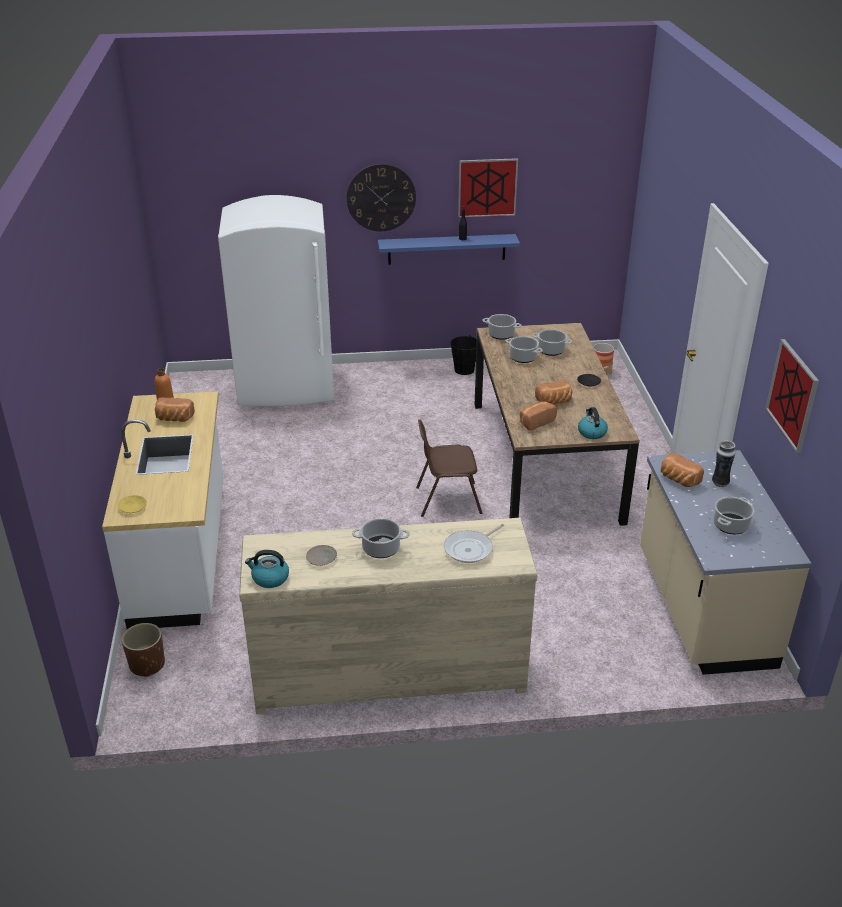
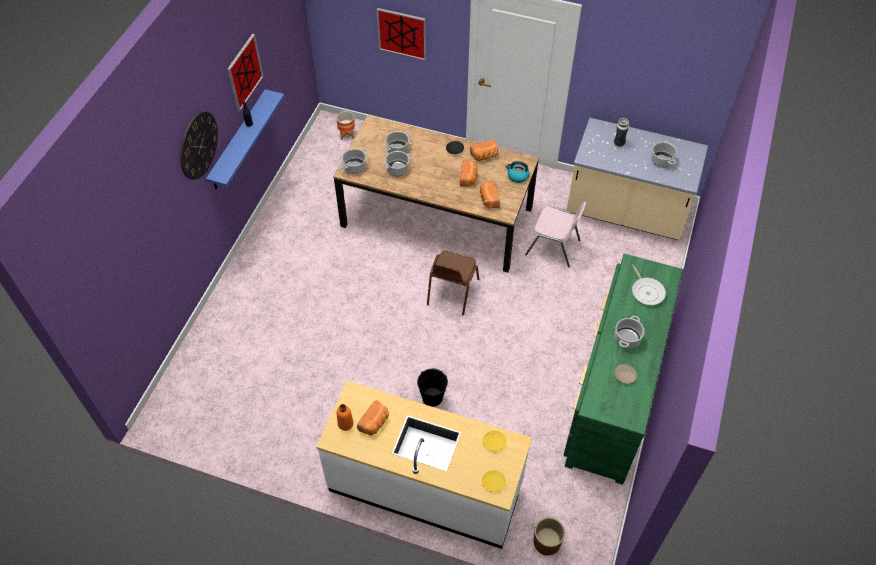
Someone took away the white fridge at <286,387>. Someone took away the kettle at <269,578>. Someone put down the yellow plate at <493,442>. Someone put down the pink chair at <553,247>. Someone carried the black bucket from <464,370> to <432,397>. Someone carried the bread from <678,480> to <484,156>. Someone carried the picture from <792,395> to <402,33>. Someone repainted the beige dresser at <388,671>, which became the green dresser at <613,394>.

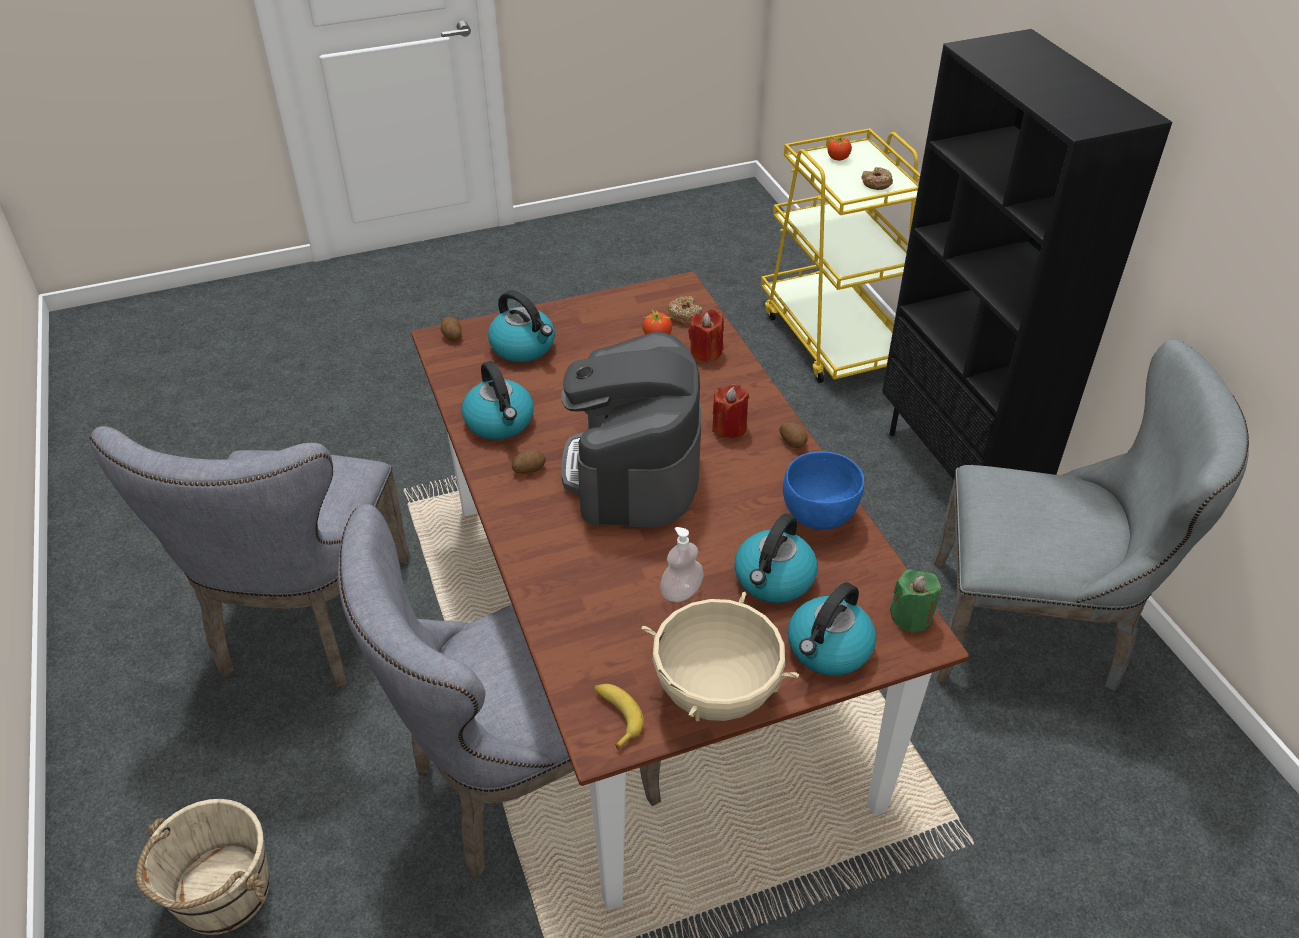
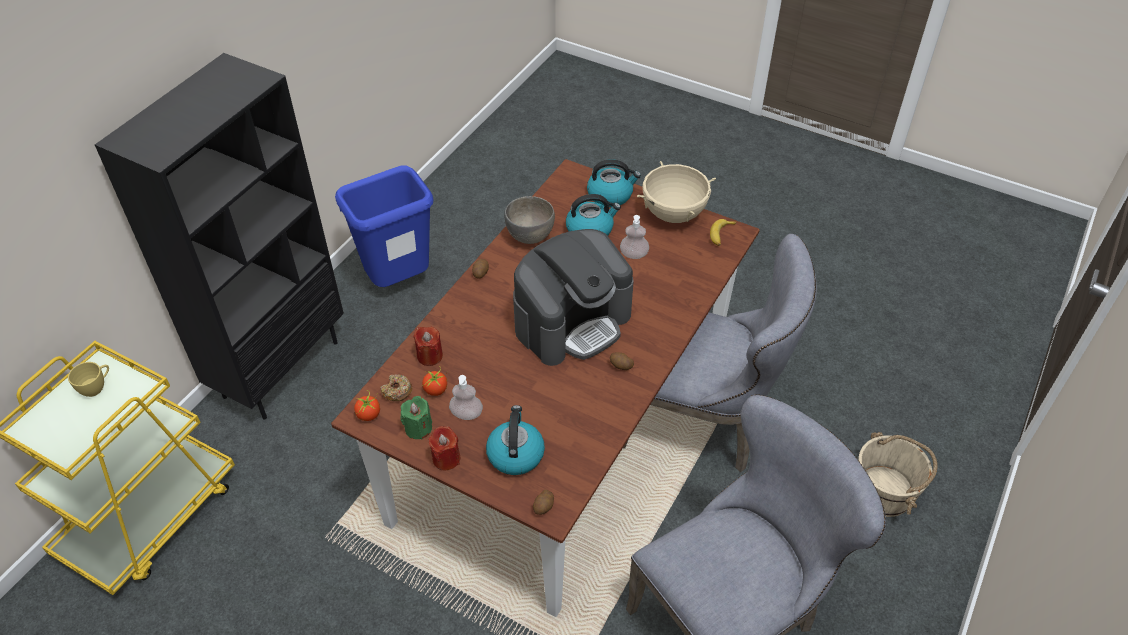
Someone took away the kettle at <500,422>. Someone put down the soap dispenser at <466,414>. Someone carried the red candle from <729,427> to <446,458>. Someone carried the tomato from <838,158> to <369,415>. Someone carried the green candle from <911,616> to <418,428>. Someone swapped the donut at <876,183> for the yellow cup at <97,387>. Someone swapped the grey chair at <1037,629> for the blue trash can at <400,282>. Someone repainted the blue bowl at <818,516>, which became the grey bowl at <530,236>.

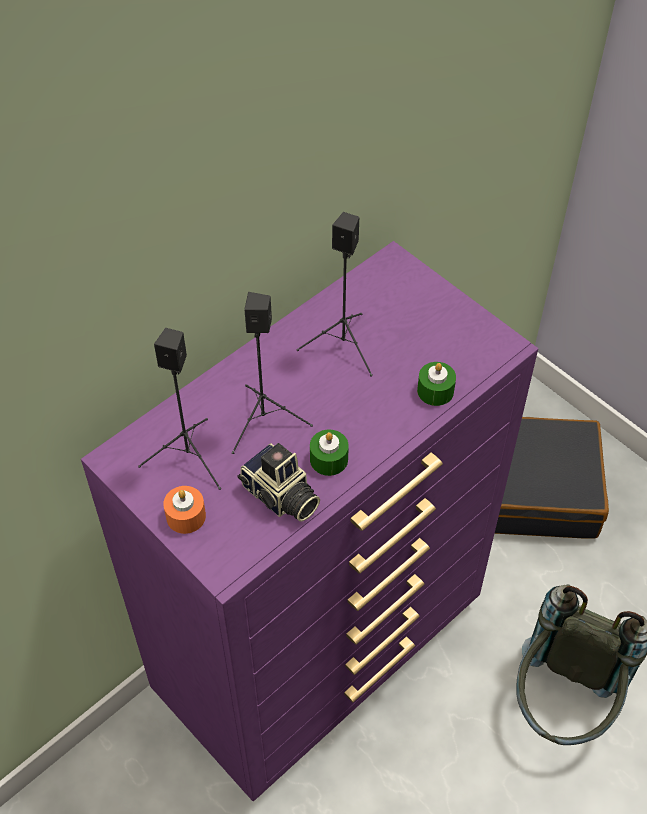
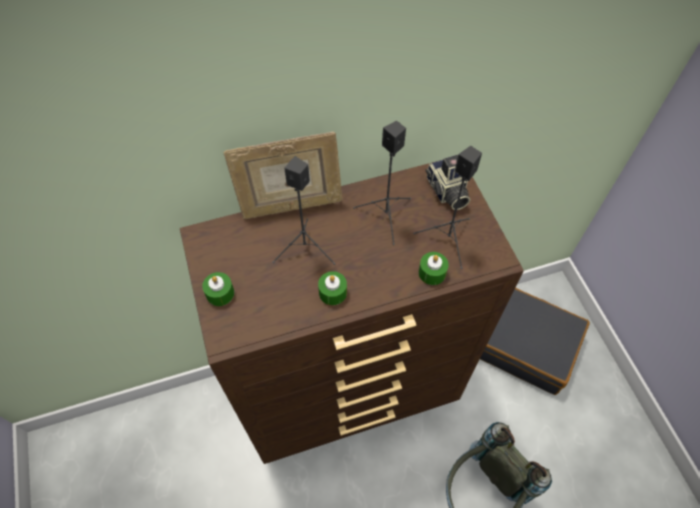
Someone put down the picture frame at <291,206>. Someone carried the black speaker from <189,458> to <448,240>. Someone carried the photo camera from <280,497> to <446,192>. Someone repainted the purple dresser at <323,650>, which became the brown dresser at <350,390>. Someone repainted the orange candle at <186,516>, which became the green candle at <220,293>.

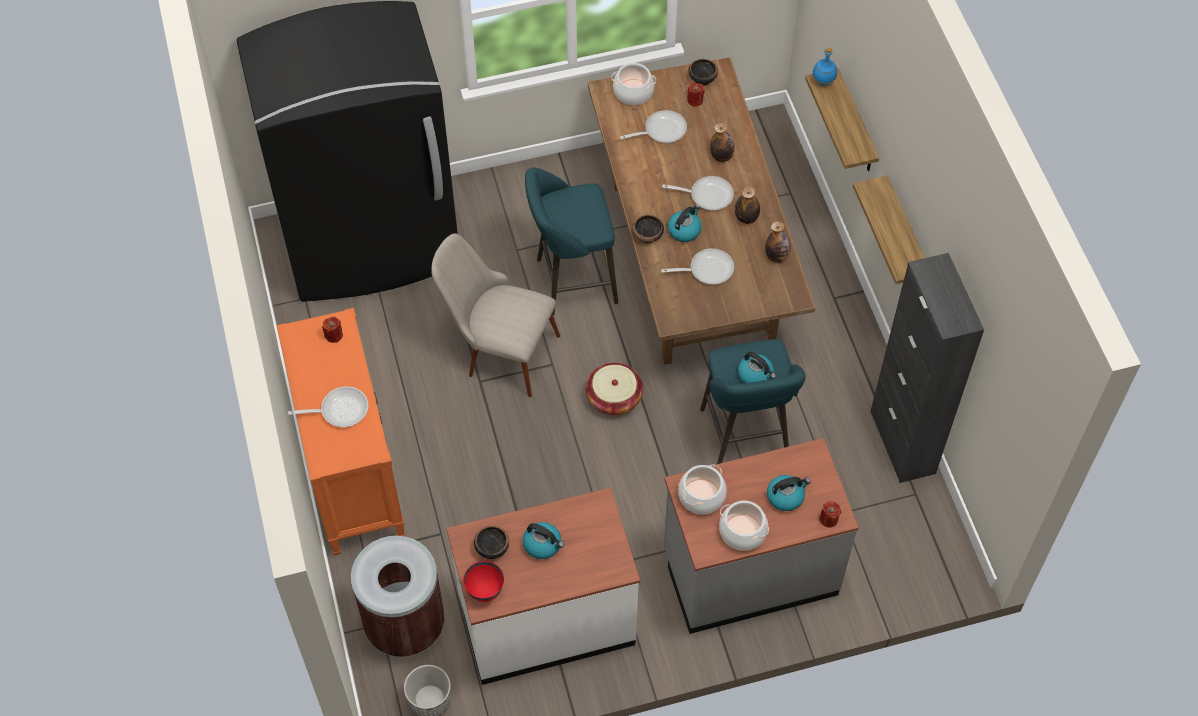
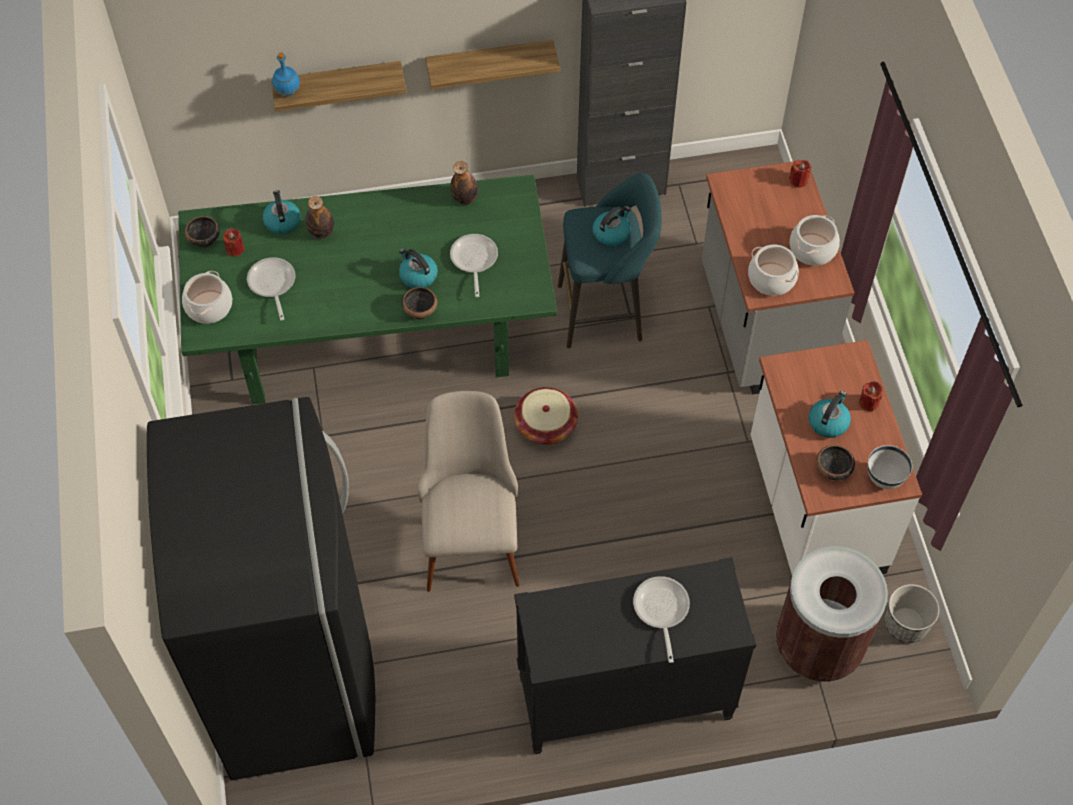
Someone took away the turquoise stool at <571,282>. Someone took away the frying pan at <707,195>. Someone took away the bottle at <746,218>. Someone carried the red candle from <334,335> to <868,403>. Someone carried the kettle from <785,496> to <282,221>. Someone repainted the orange dresser at <352,473>, which became the black dresser at <623,699>. Someone repainted the red bowl at <485,590>, which became the white bowl at <884,479>. Someone repainted the brown dining table at <690,259>, which became the green dining table at <374,338>. Someone rotated the beige chair at <499,350> by 150 degrees clockwise.

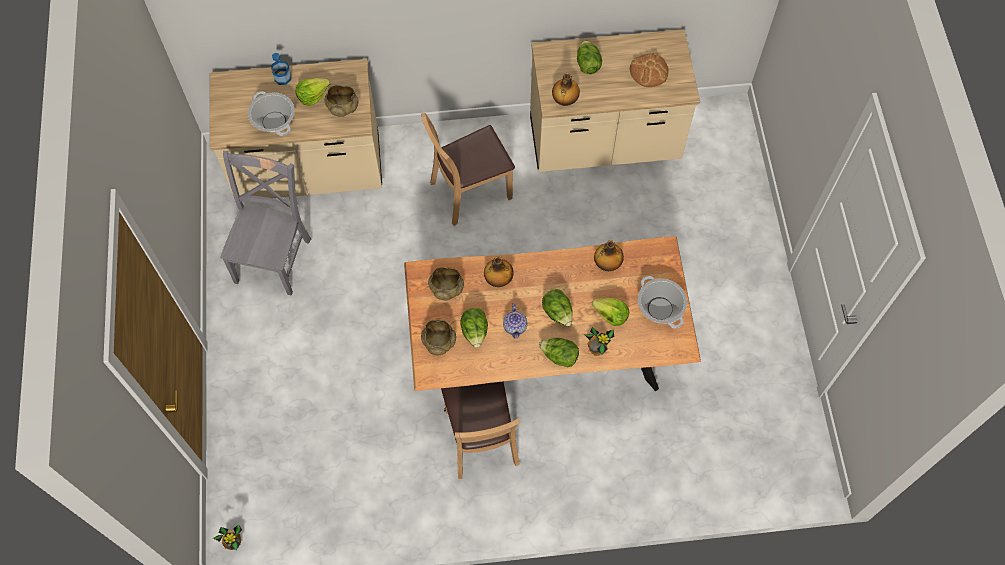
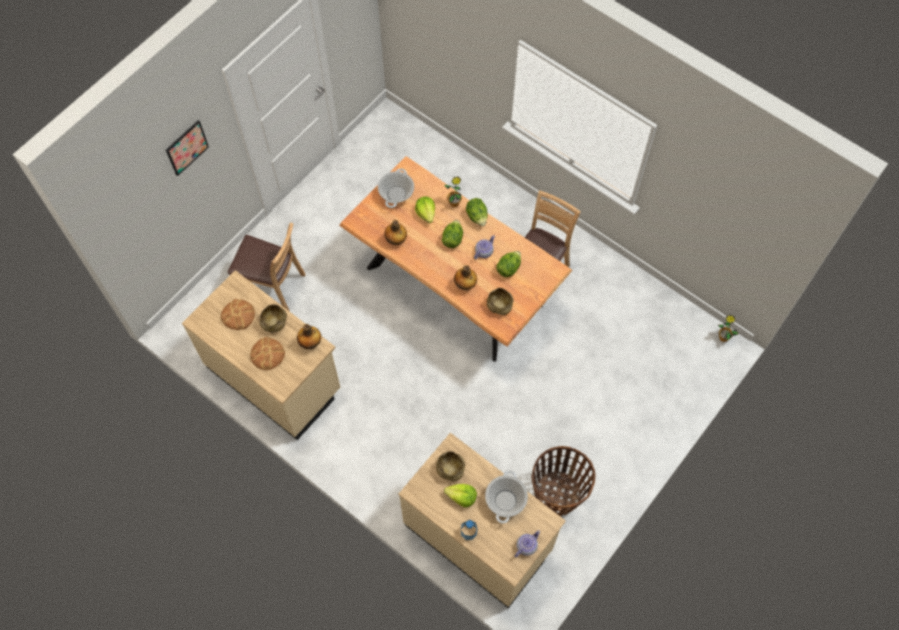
Someone put up the picture at <187,147>. Someone put down the teapot at <526,546>. Someone carried the brown chair from <470,192> to <272,286>. Someone carried the beige bowl from <439,342> to <274,322>. Someone swapped the grey chair at <274,257> for the basket at <557,493>. Someone swapped the lettuce at <587,64> for the bread at <267,354>.

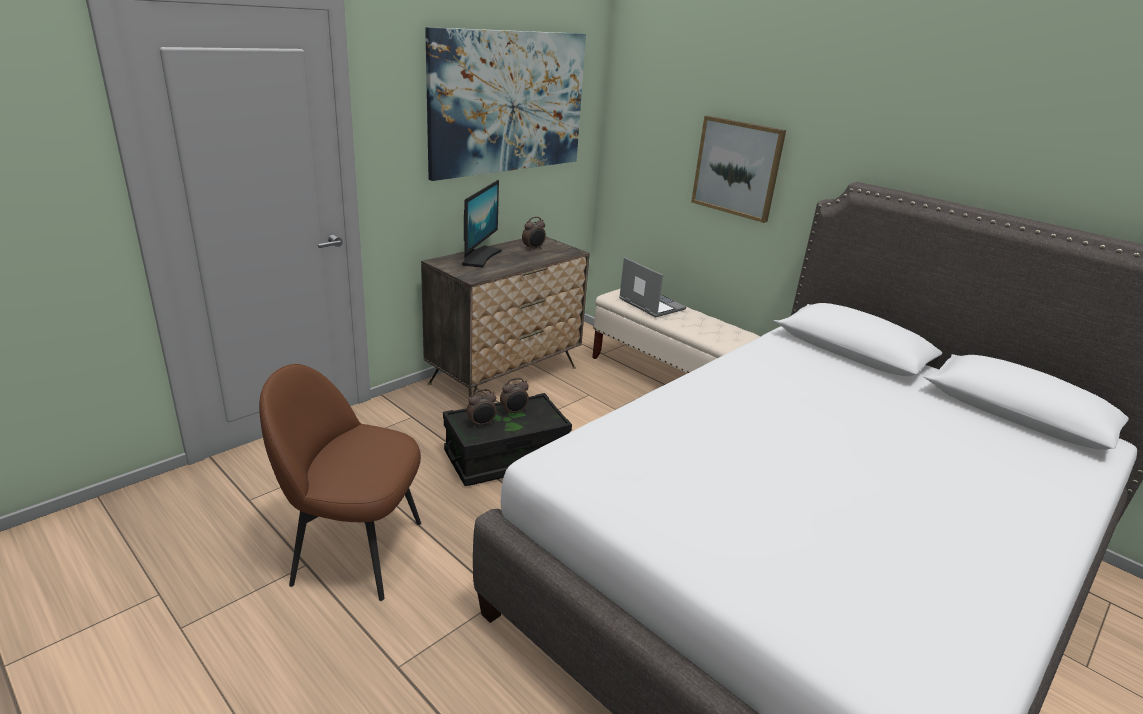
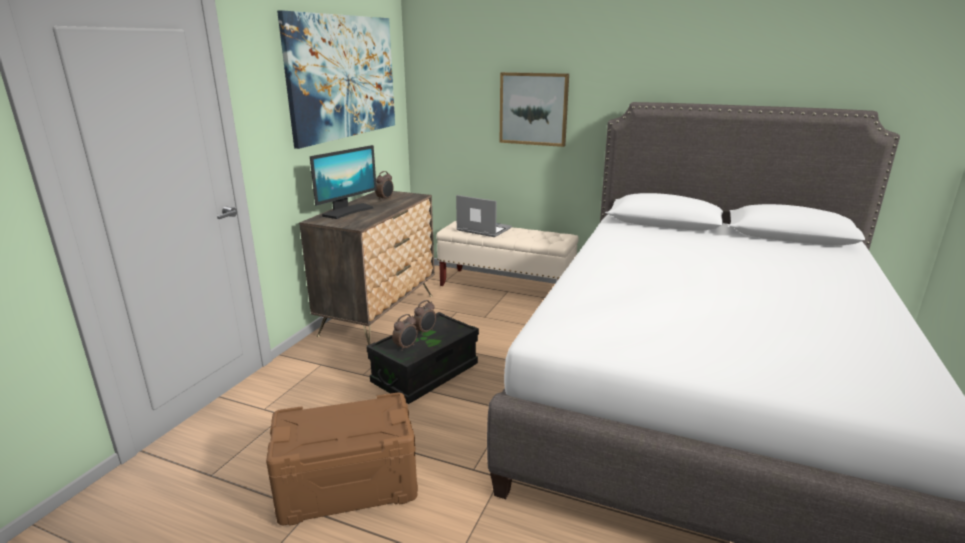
Someone swapped the brown chair at <354,551> for the brown storage box at <347,484>. Someone rotated the monitor at <480,257> by 45 degrees clockwise.

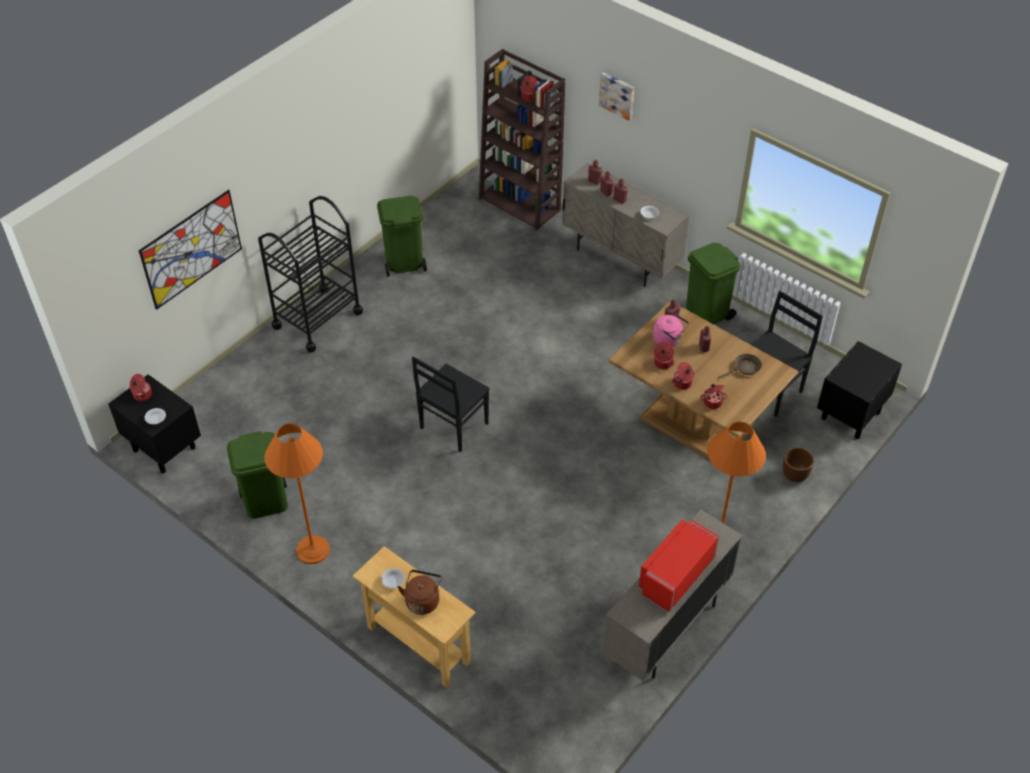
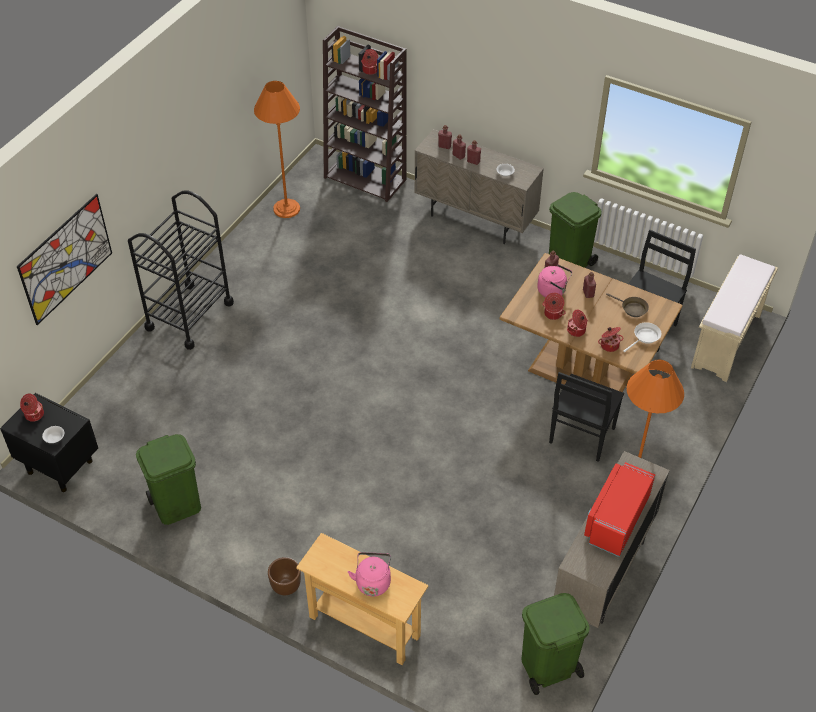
Someone took away the white bowl at <393,581>. Someone took away the picture at <617,95>. Someone put down the white frying pan at <645,337>. Someone carried the orange floor lamp from <312,550> to <286,209>. Someone carried the green trash can from <403,263> to <547,666>. Someone carried the black chair from <452,427> to <581,437>. Someone carried the brown planter from <795,475> to <286,586>. Someone swapped the black nightstand at <850,416> for the beige bench at <726,342>. Someone repainted the brown kettle at <422,600>, which became the pink kettle at <373,581>. Someone rotated the brown frying pan at <745,368> by 75 degrees clockwise.

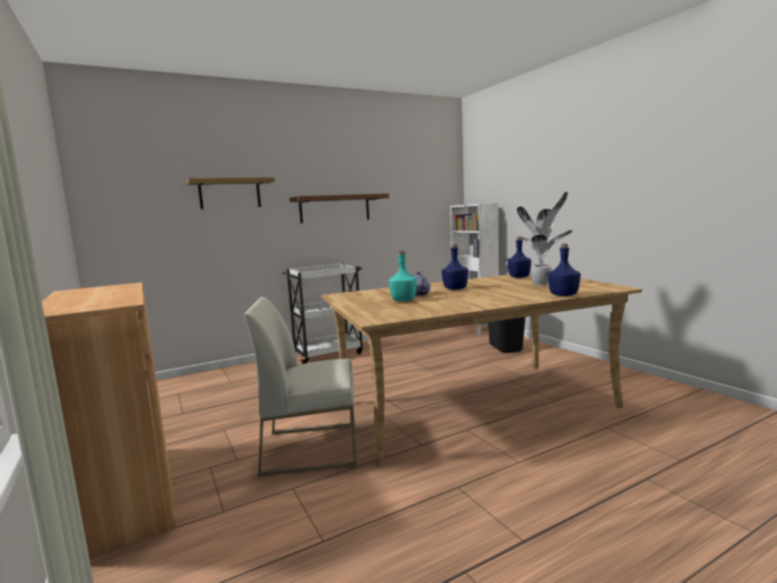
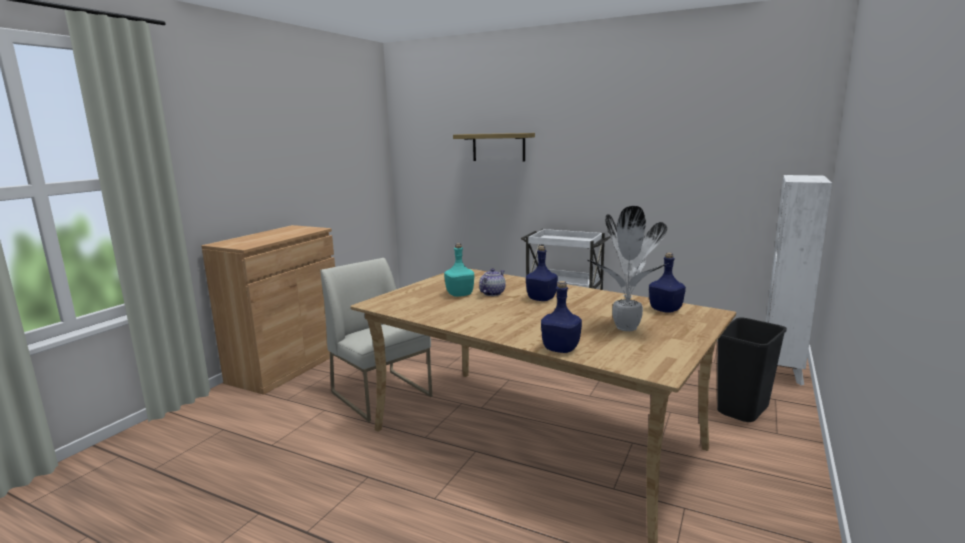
Someone took away the brown shelf at <335,208>.

